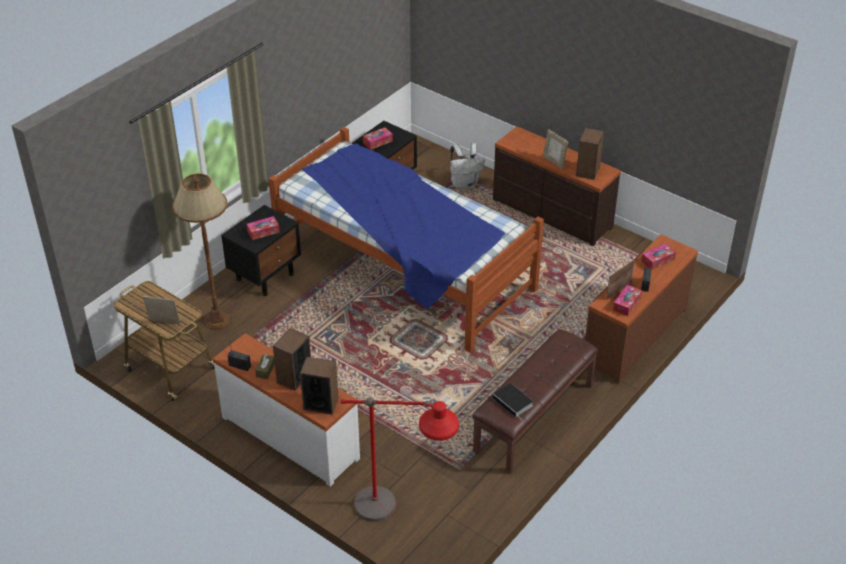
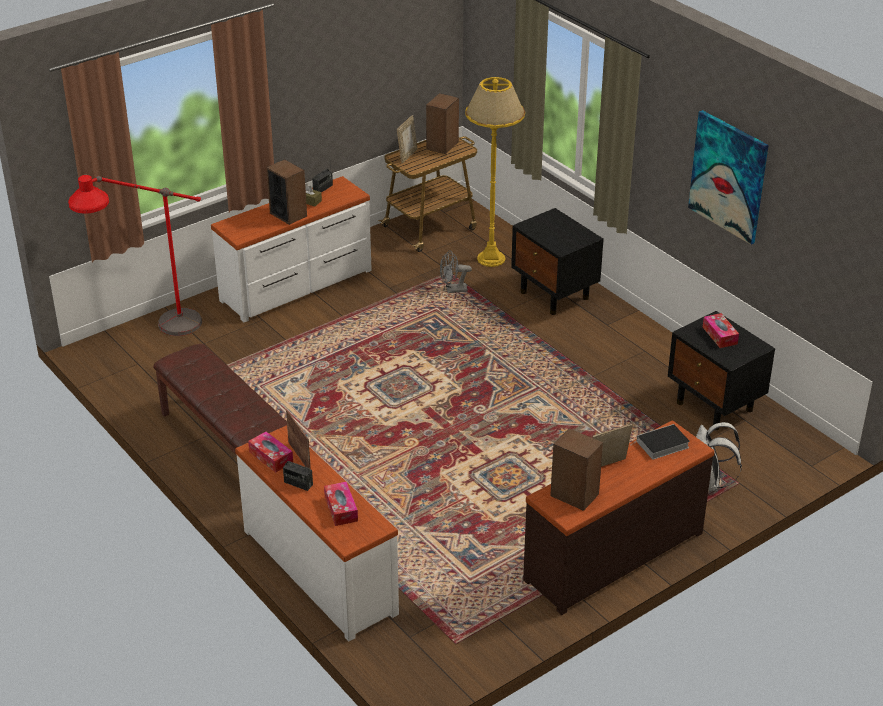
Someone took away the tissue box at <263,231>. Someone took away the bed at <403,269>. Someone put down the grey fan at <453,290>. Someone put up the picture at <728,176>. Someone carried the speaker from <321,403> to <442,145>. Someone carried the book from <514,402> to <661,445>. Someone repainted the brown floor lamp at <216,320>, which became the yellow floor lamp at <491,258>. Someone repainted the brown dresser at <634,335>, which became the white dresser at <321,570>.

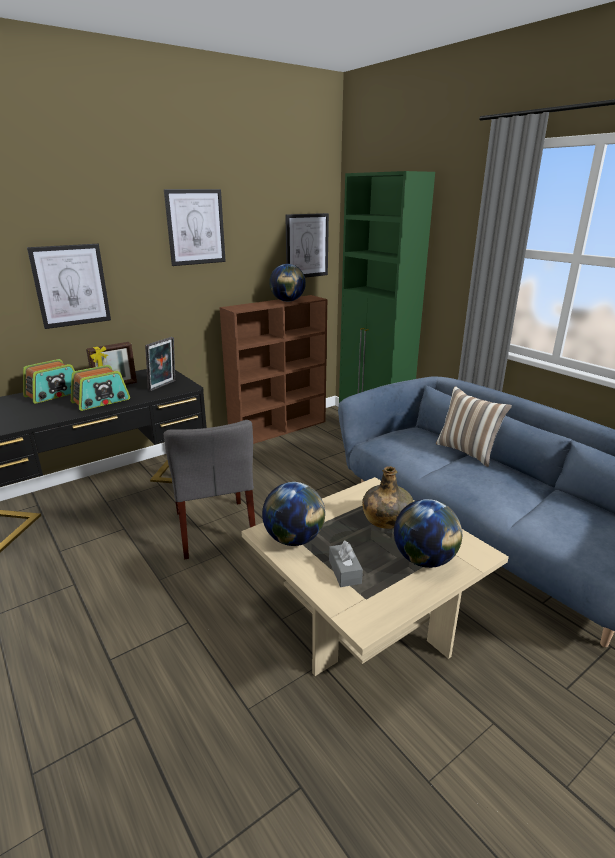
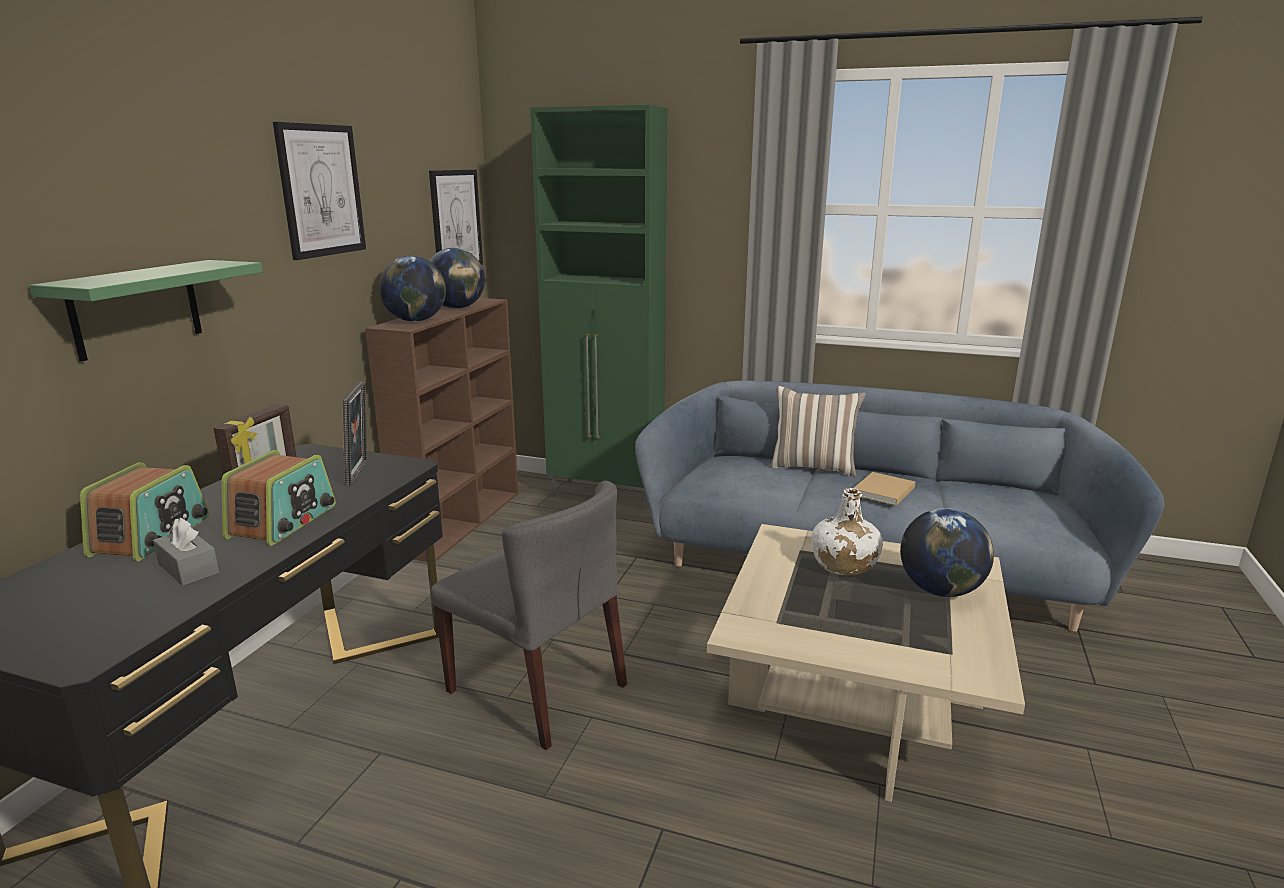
Someone put down the beige book at <883,491>. Someone carried the globe from <294,539> to <416,321>. Someone carried the grey tissue box from <344,571> to <188,569>. Someone swapped the picture at <71,285> for the green shelf at <136,309>. Someone repainted the green bottle at <386,519>, which became the white bottle at <843,564>.

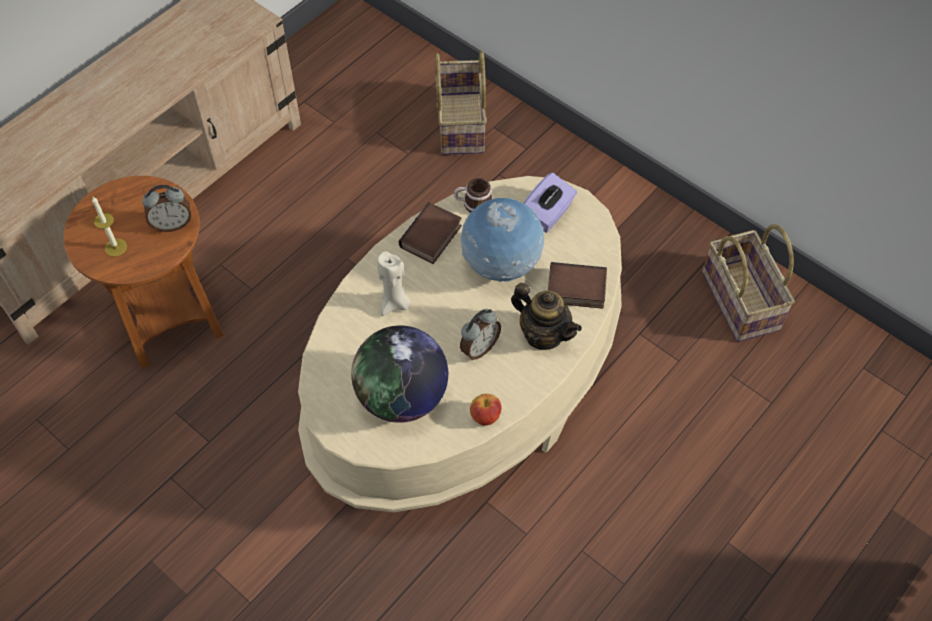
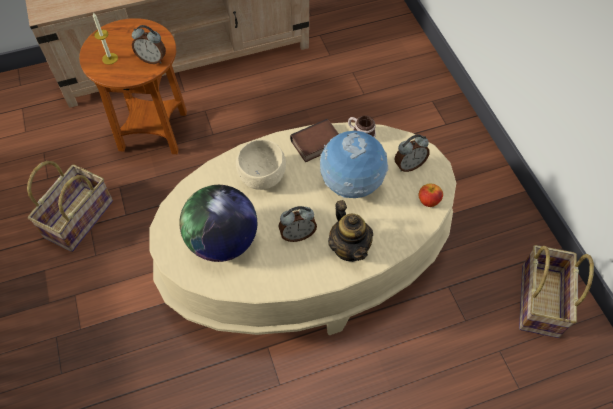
Someone took away the book at <575,290>. Someone carried the basket from <459,124> to <78,218>. Someone carried the apple from <485,416> to <428,201>. Someone swapped the beige candle at <395,304> for the beige bowl at <261,177>. Someone swapped the purple tissue box at <548,214> for the alarm clock at <409,165>.

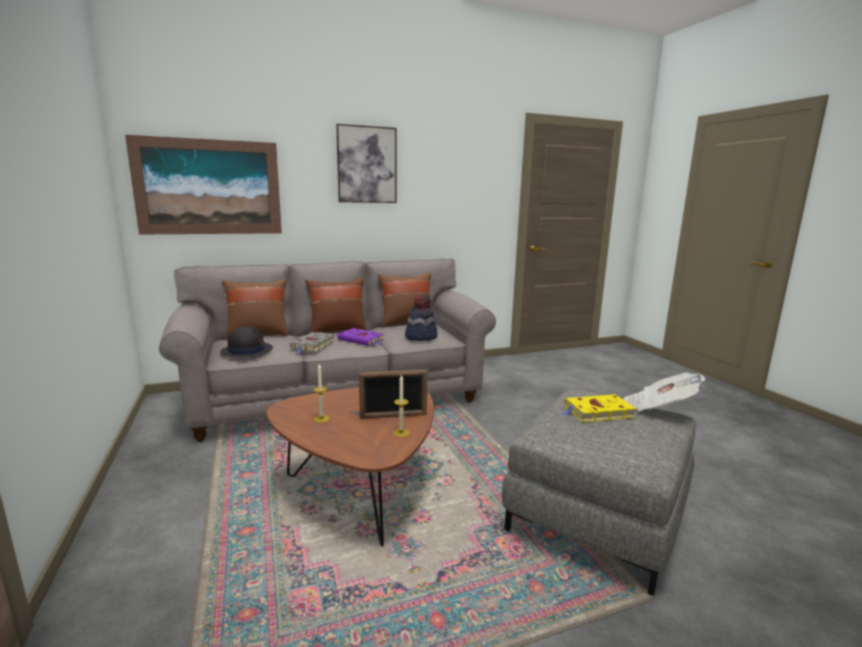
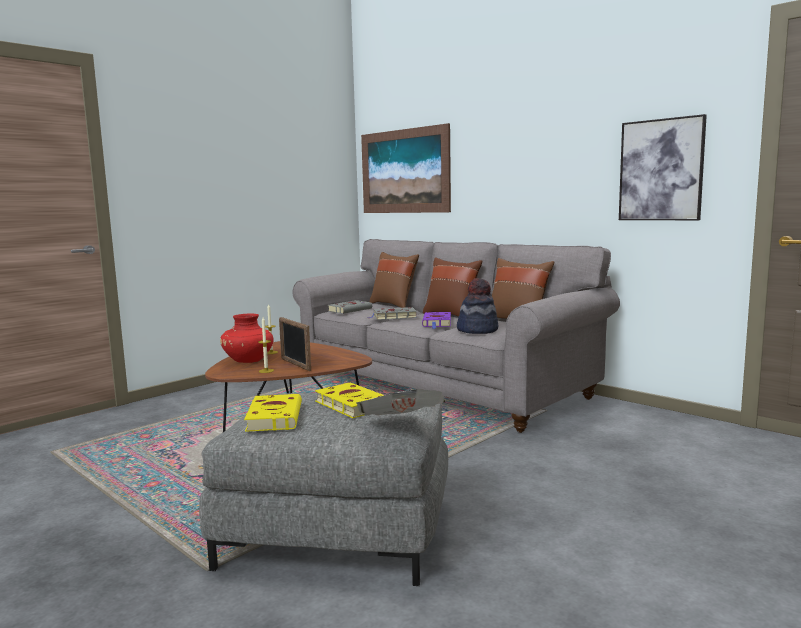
Someone put down the red vase at <249,361>. Someone put down the yellow book at <274,417>. Someone carried the picture from <367,165> to <661,170>. Someone swapped the black hat at <246,350> for the grey book at <351,310>.

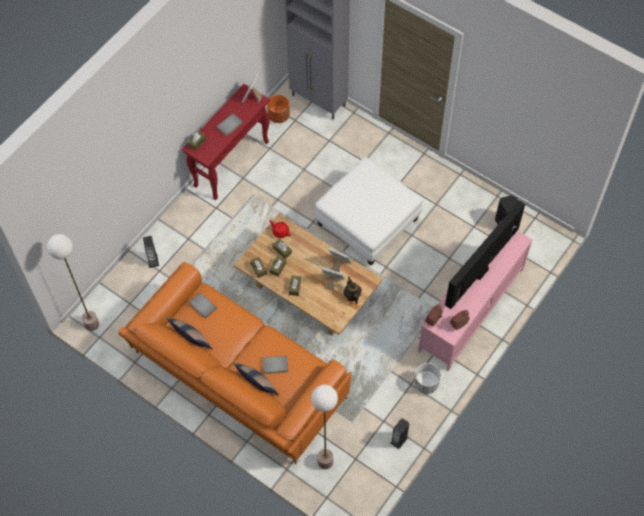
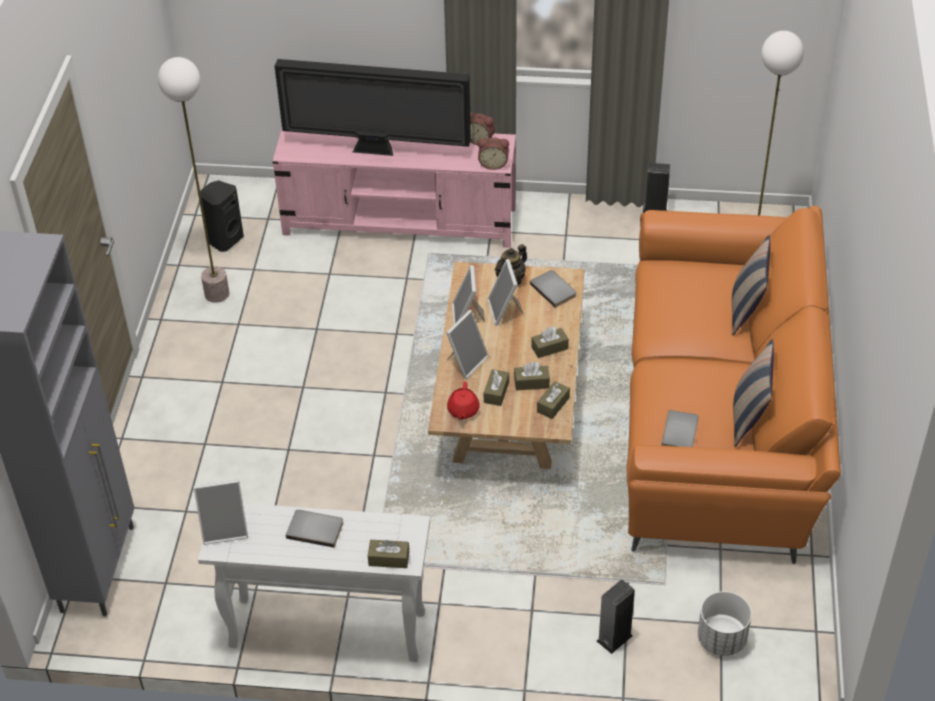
Someone took away the orange planter at <279,116>. Someone took away the white ottoman at <367,221>. Someone put down the picture frame at <466,362>. Someone carried the floor lamp from <91,324> to <217,294>. Someone carried the grey book from <275,366> to <554,289>. Someone carried the white planter from <426,384> to <722,639>. Someone repainted the red console table at <232,163>, which became the white console table at <326,630>.

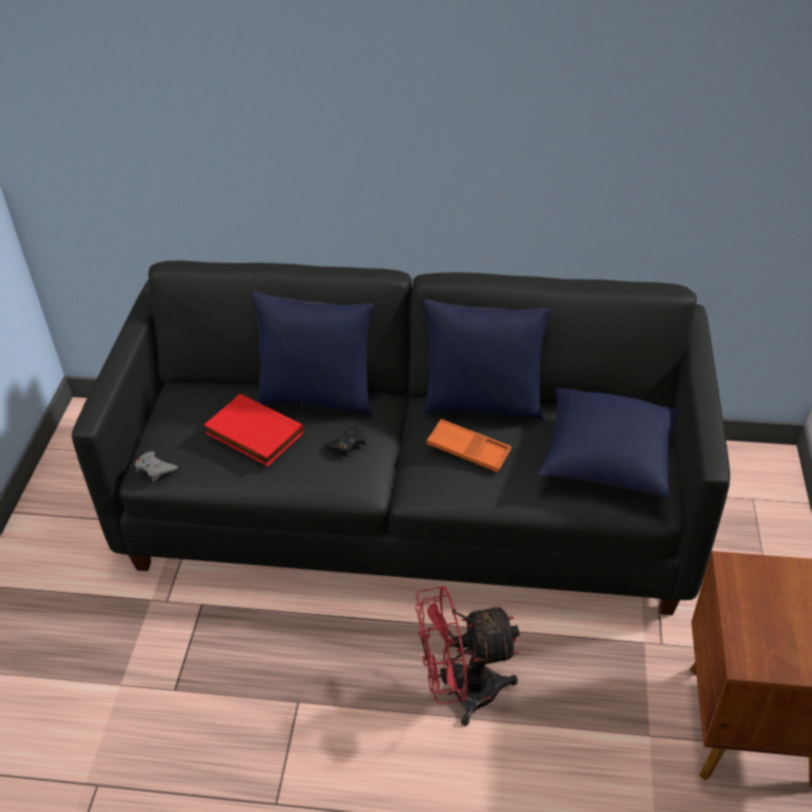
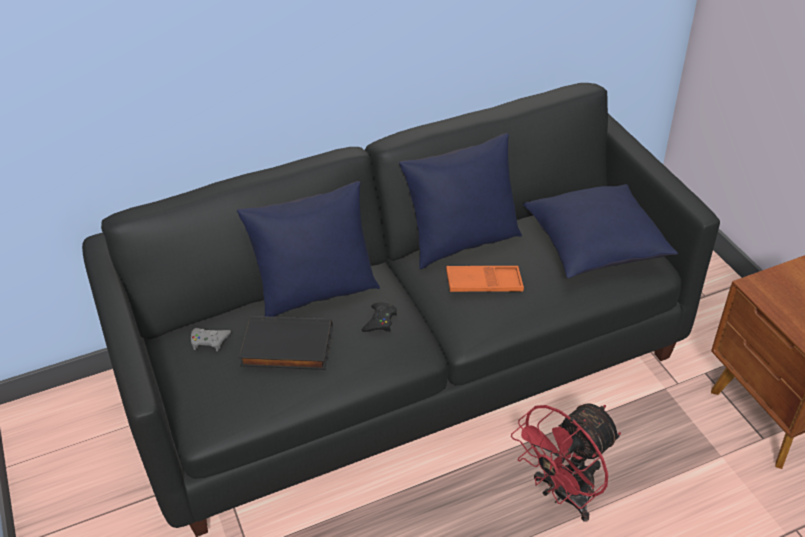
Someone carried the grey game controller from <155,469> to <209,341>. Someone repainted the red book at <252,434>, which became the black book at <286,348>.

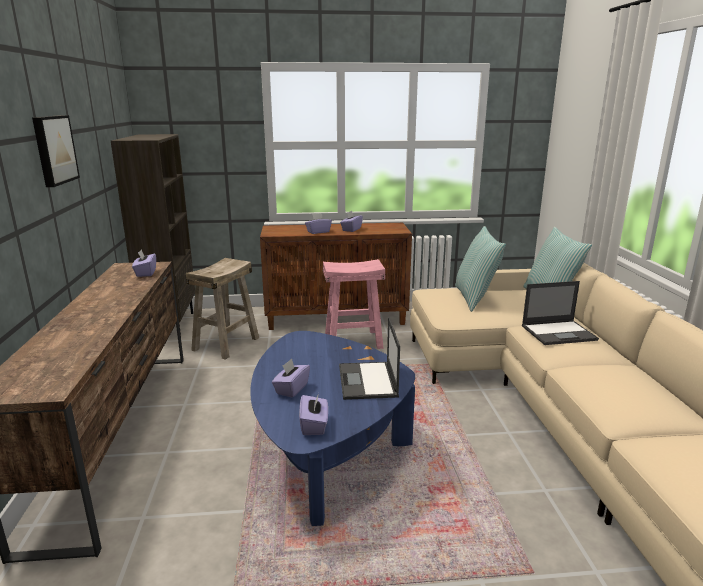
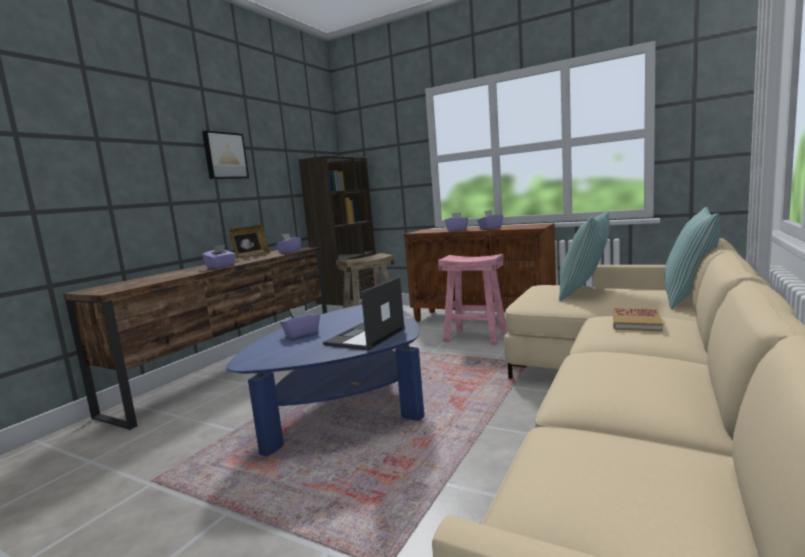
Someone put down the picture frame at <251,257>. Someone carried the purple tissue box from <314,425> to <221,266>. Someone swapped the laptop at <559,333> for the book at <636,322>.

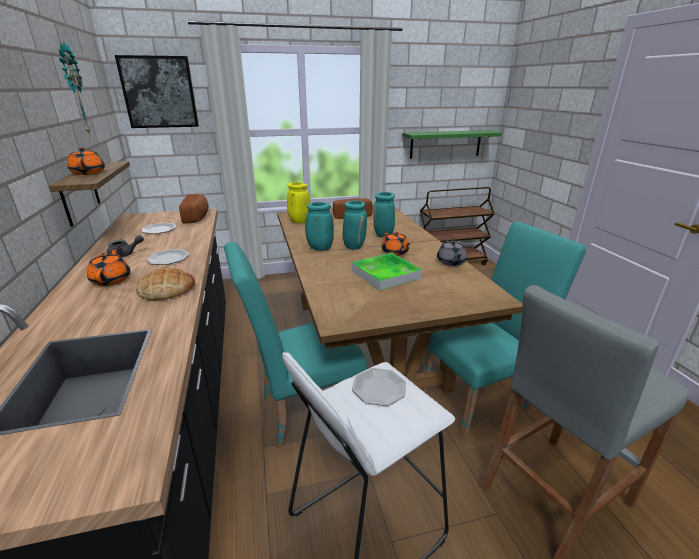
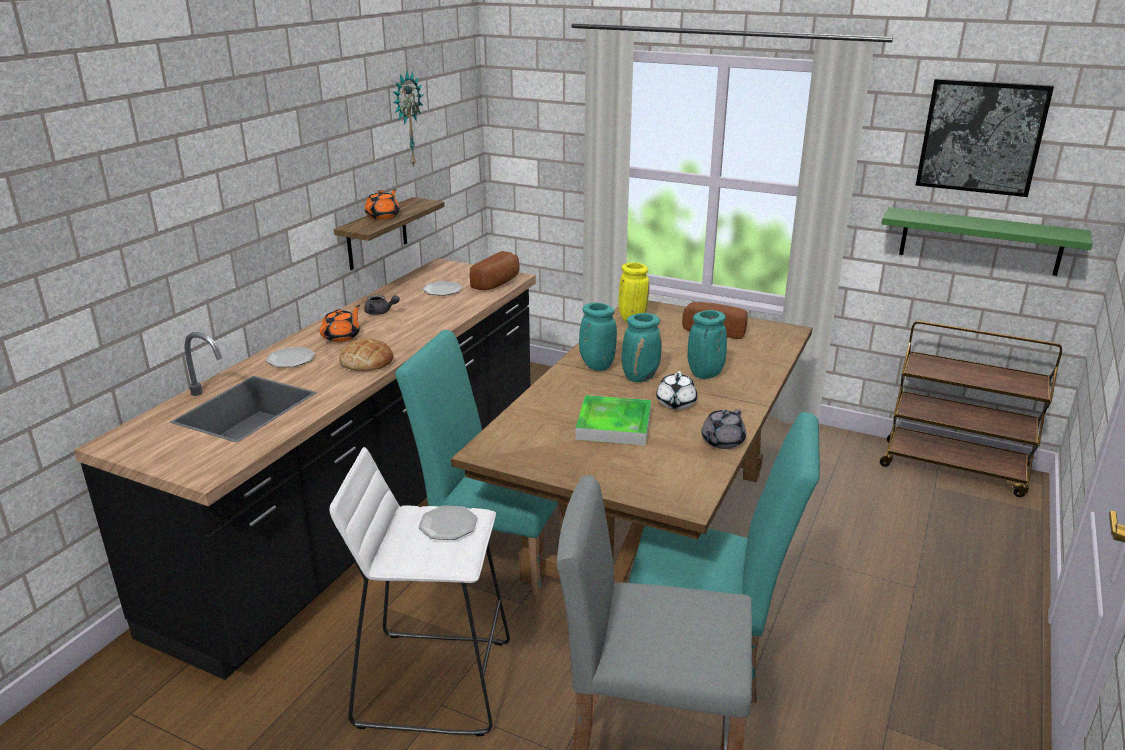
Someone carried the picture from <159,92> to <981,137>. Someone carried the plate from <168,258> to <290,359>. Someone repainted the orange teapot at <395,252>, which became the white teapot at <675,403>.

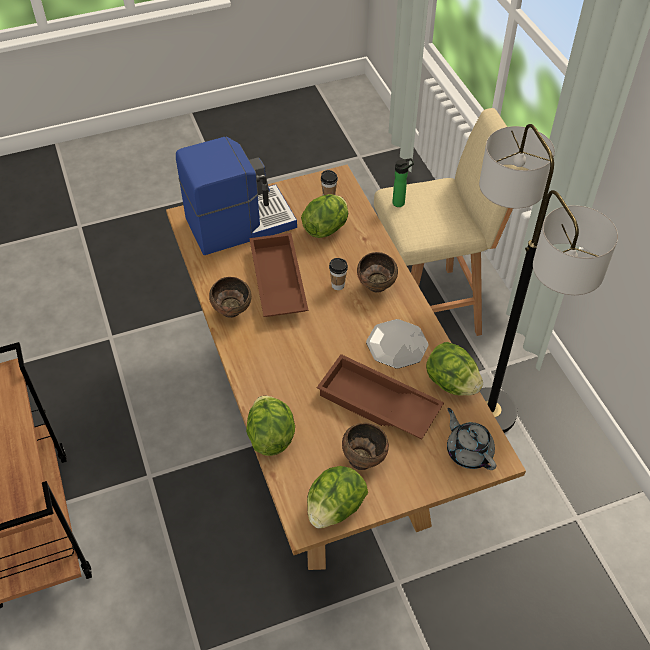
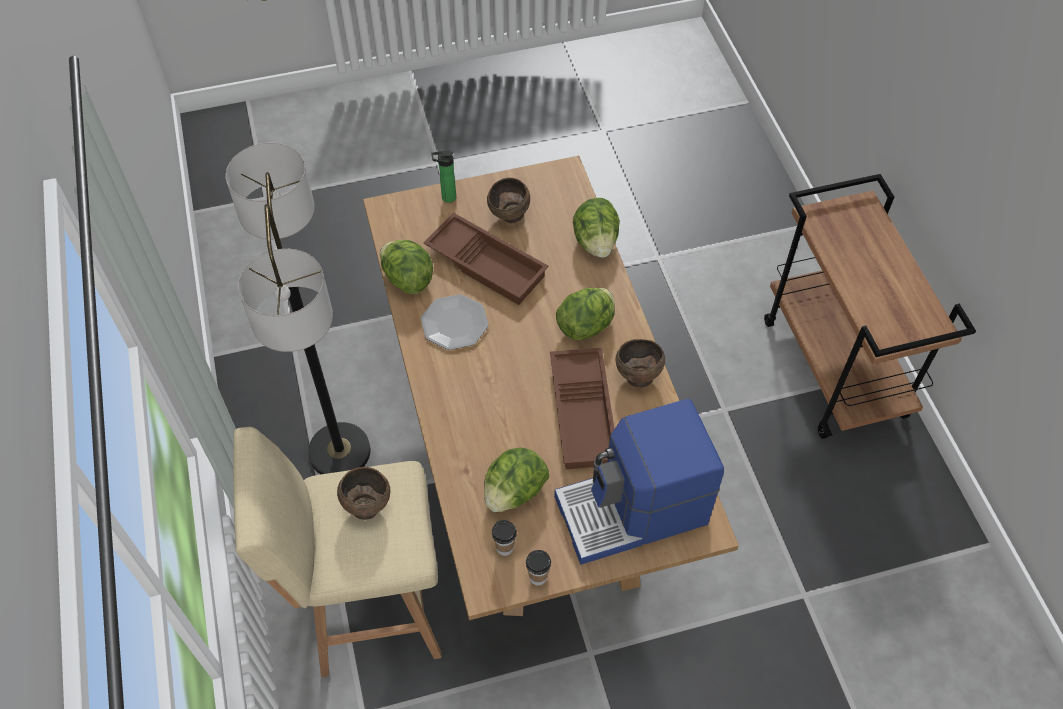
Someone took away the grey teapot at <468,451>. Someone carried the lettuce from <335,508> to <586,325>. Someone carried the cup from <338,285> to <538,577>. Someone carried the brown bowl from <377,287> to <366,506>. Someone carried the bottle from <400,202> to <446,198>.

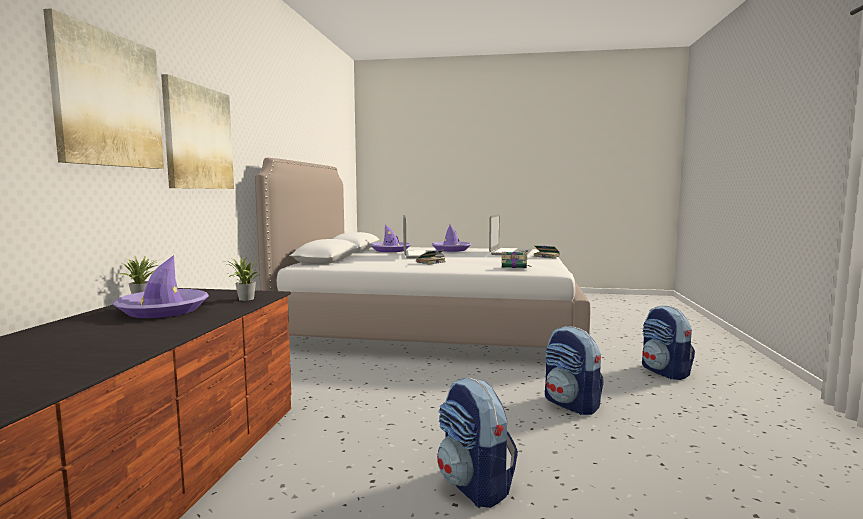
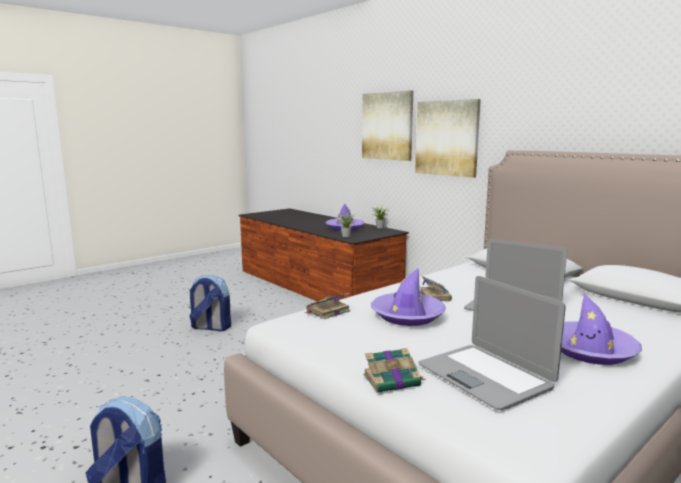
Someone took away the backpack at <571,404>. Someone carried the purple hat from <390,250> to <407,315>.

